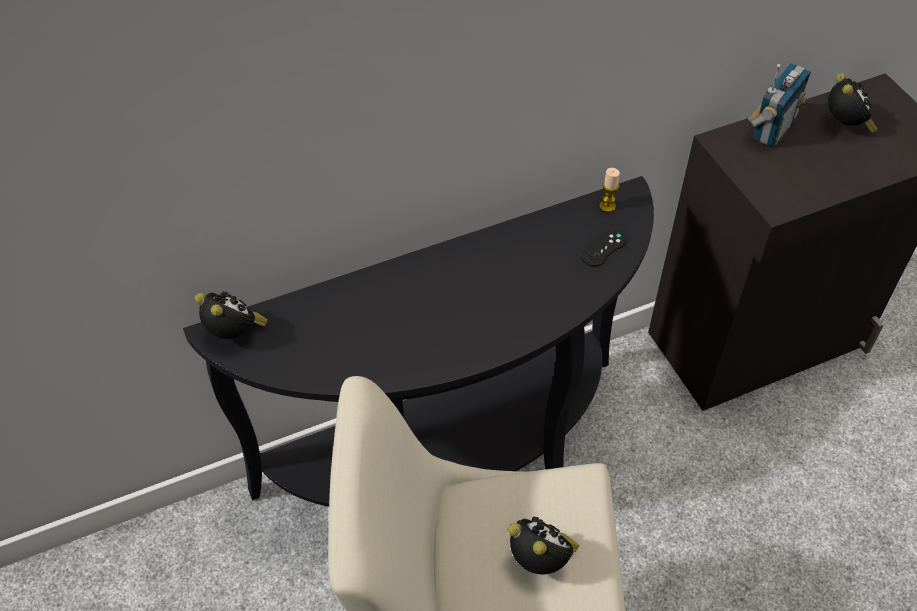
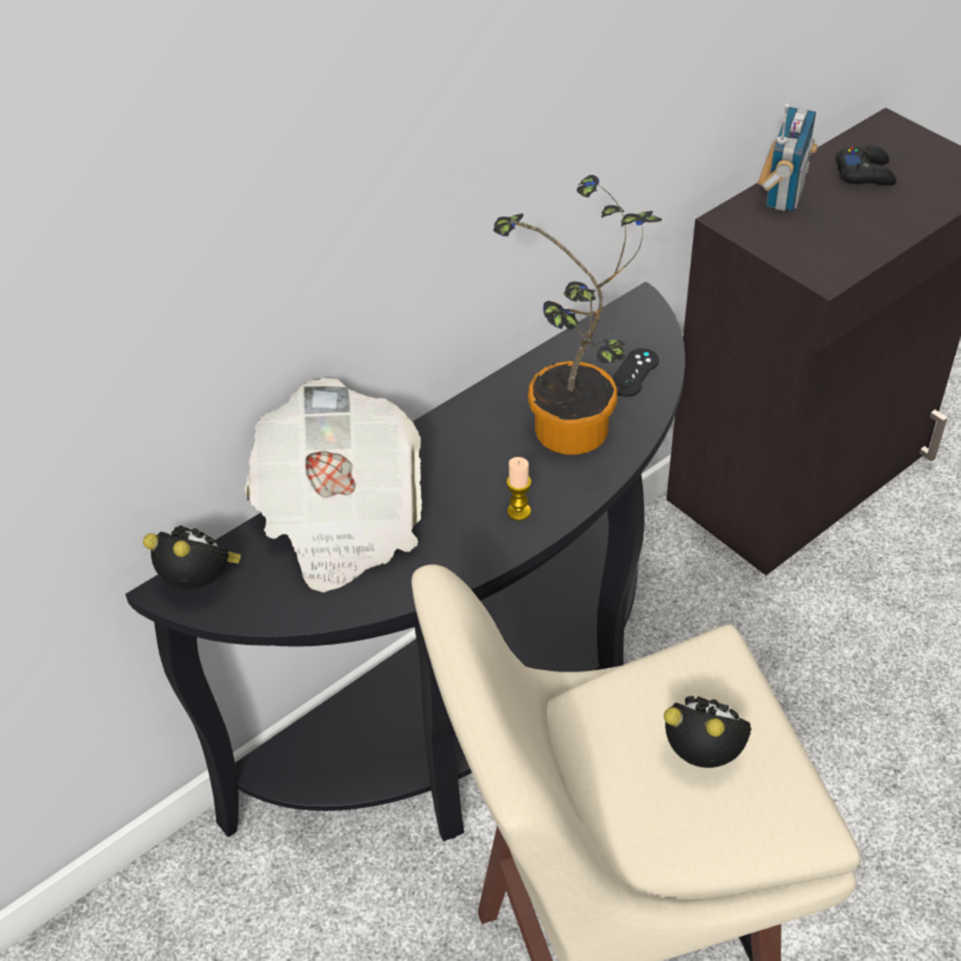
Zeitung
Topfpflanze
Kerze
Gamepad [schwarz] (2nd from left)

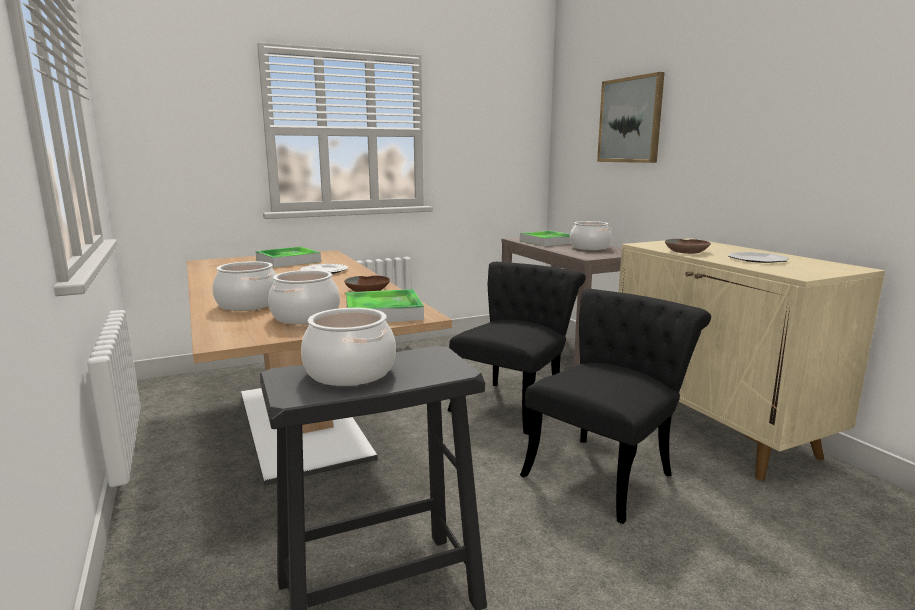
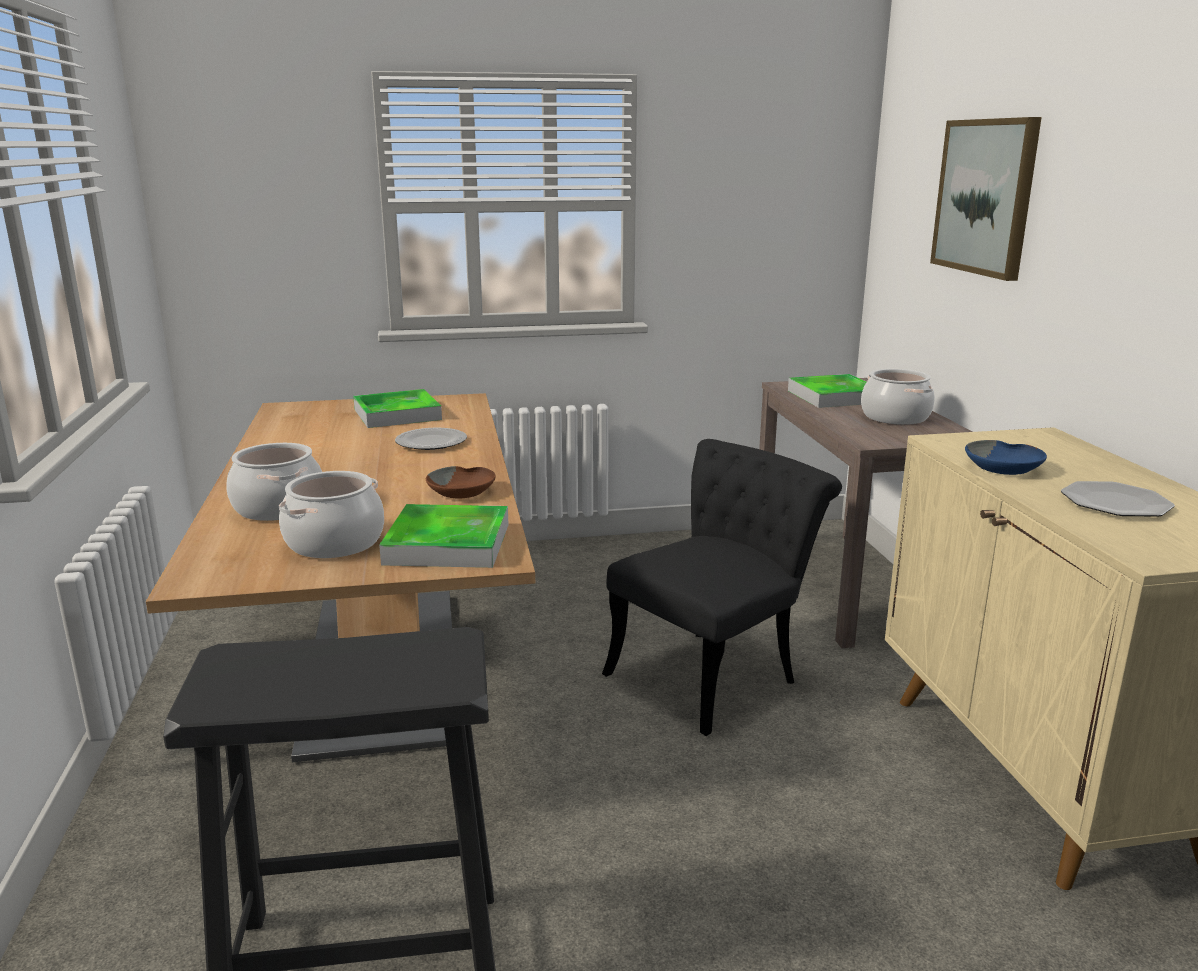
Kochtopf (3rd from left in the first image)
Stuhl [schwarz] (2nd from left in the first image)
Schüssel [blau]

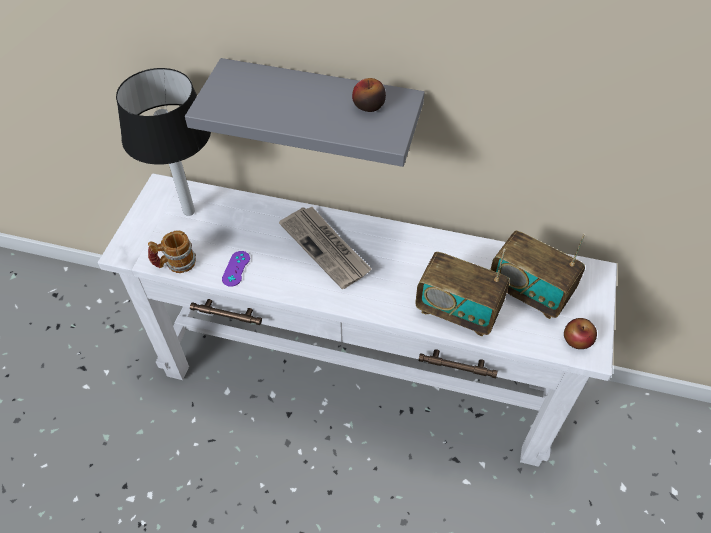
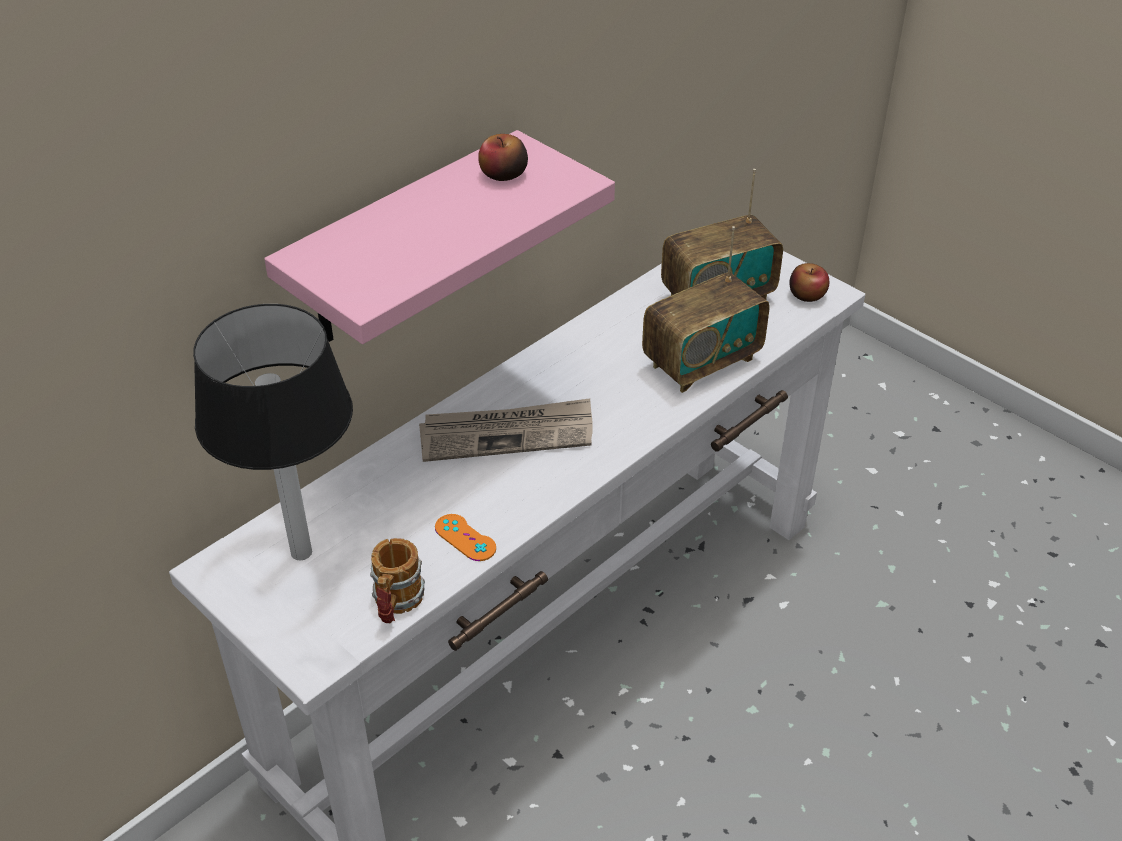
Wandregal [rosa]
Gamepad [orange]

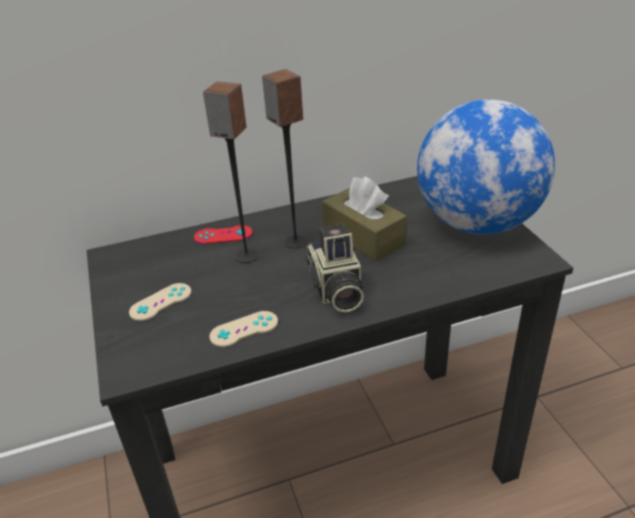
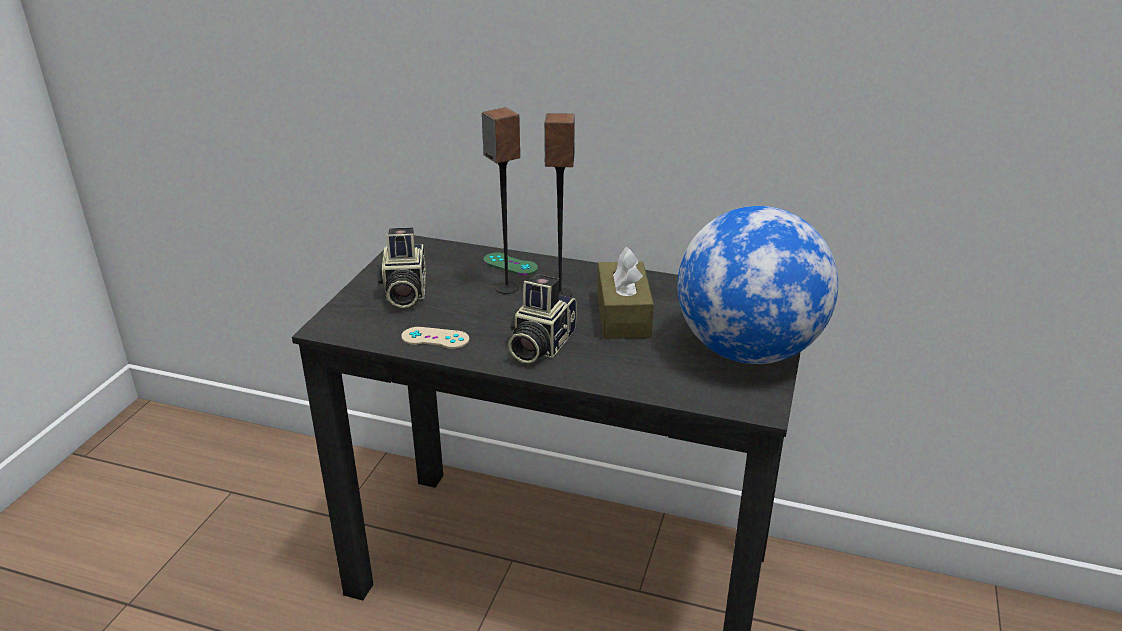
Kamera (1st from left)
Gamepad [grün]

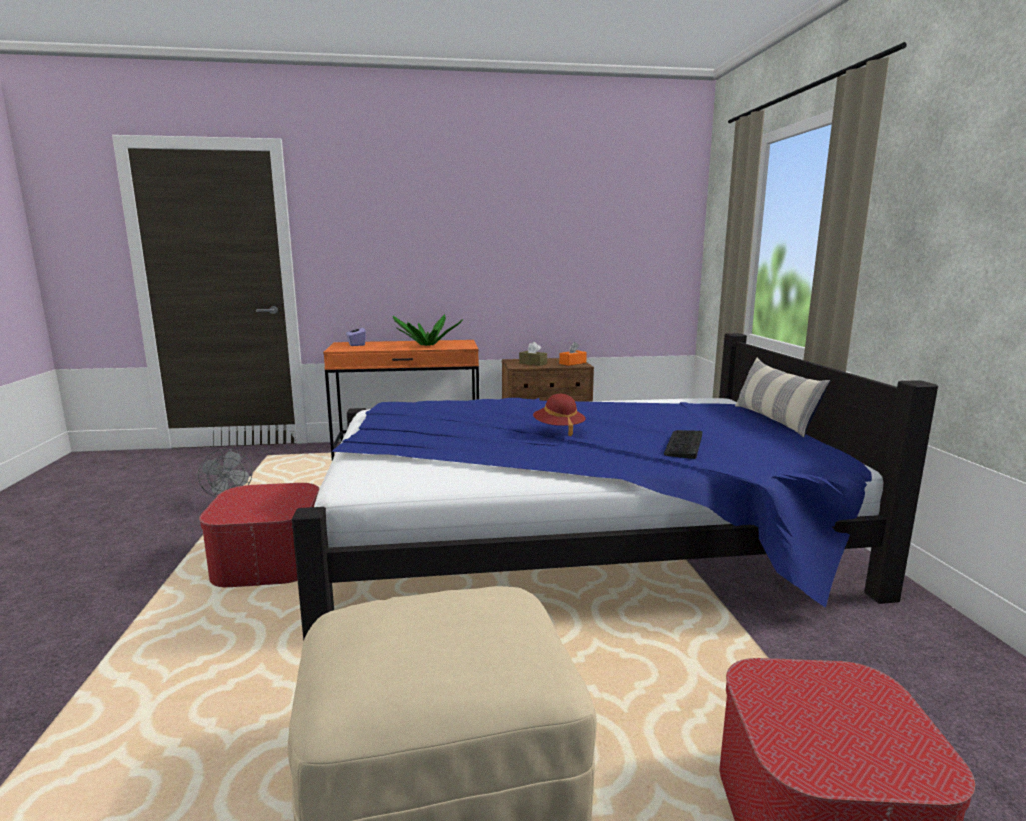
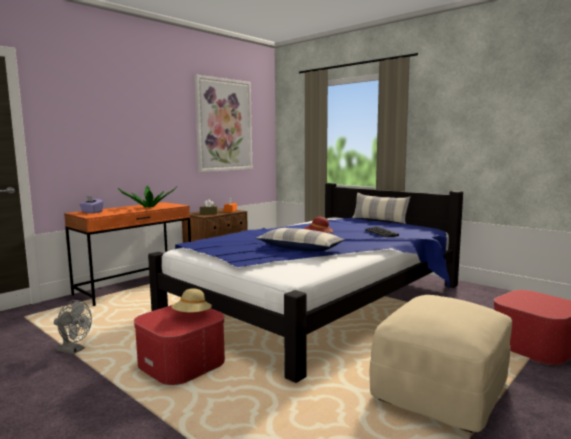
Hut [beige]
Bild
Kissen (1st from left)

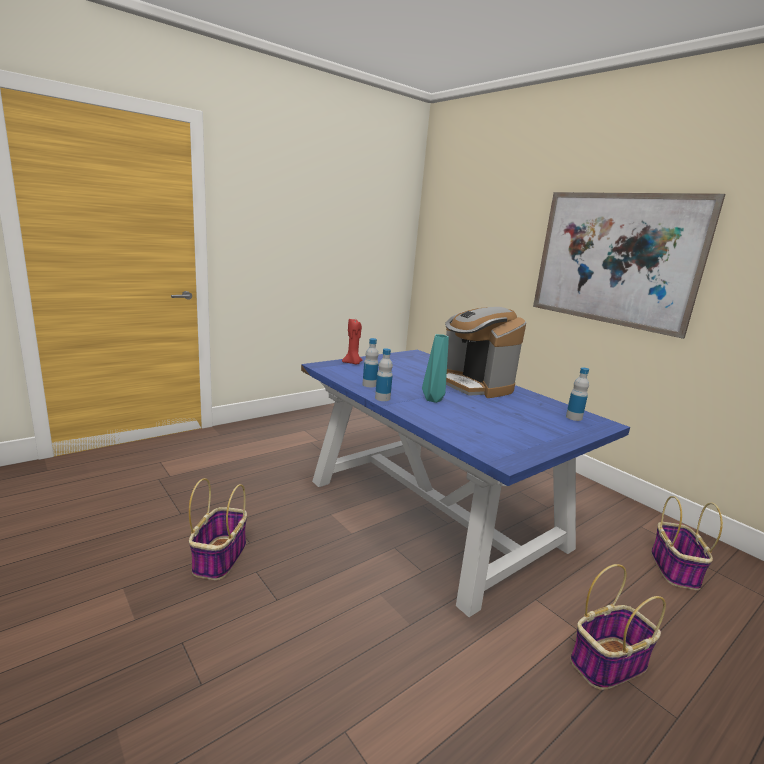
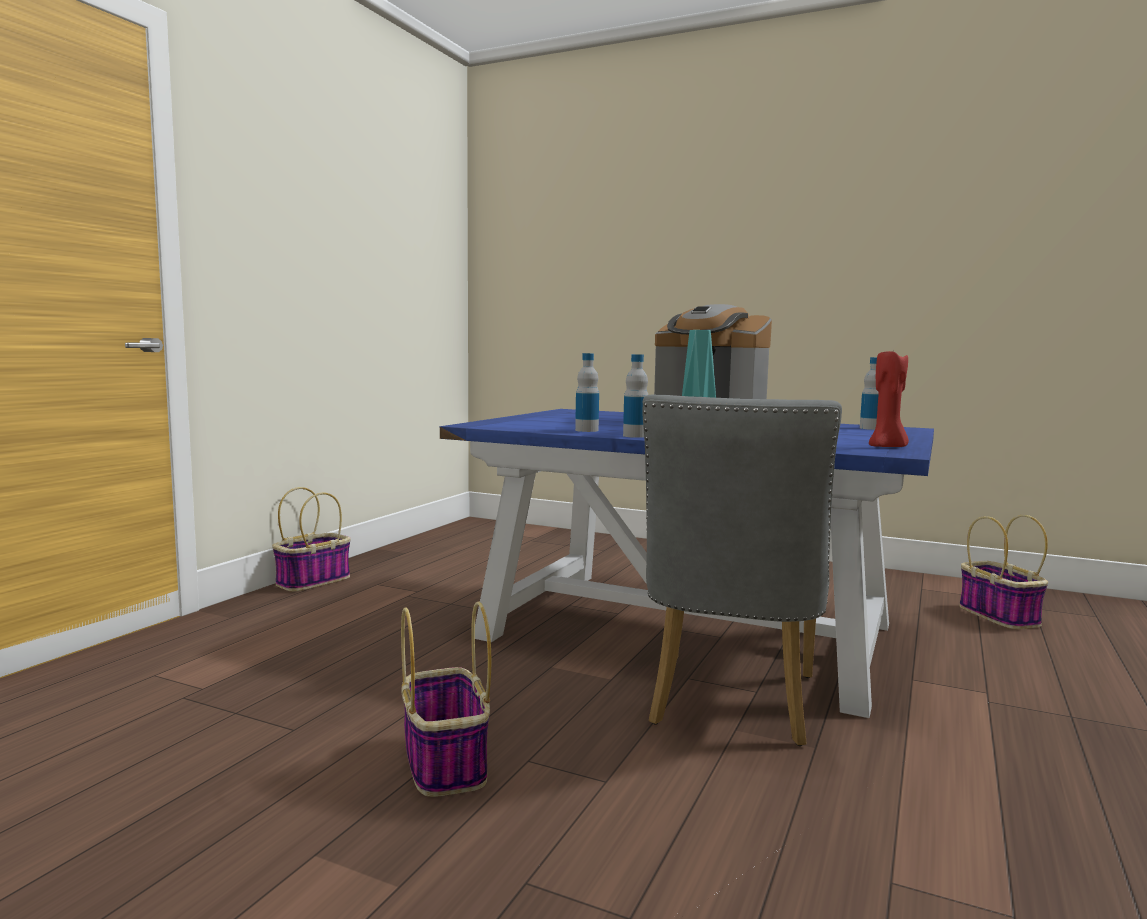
Bild
Stuhl [grau]
Kerze [rot]
Korb (1st from left)

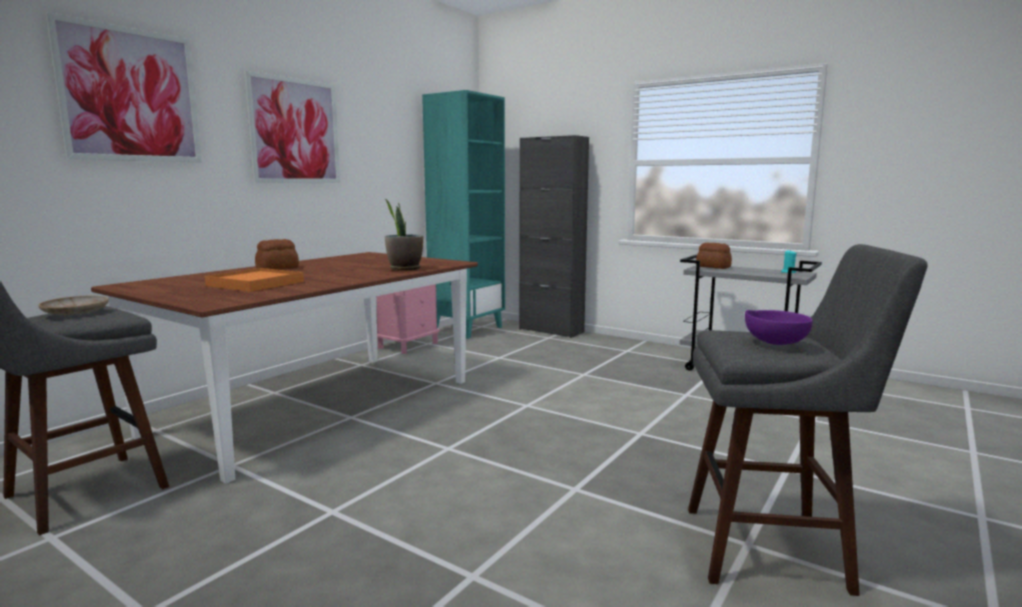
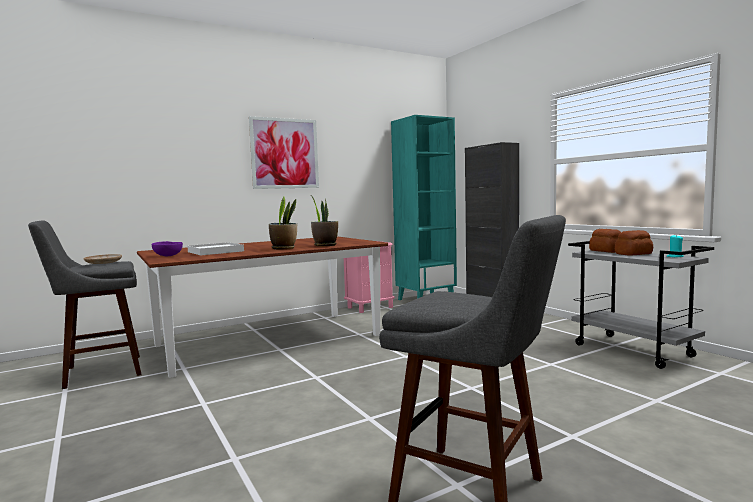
Bild (1st from left in the first image)
Topfpflanze (1st from left)
Brot (2nd from left)
Schüssel [lila]
Tablett [weiß]

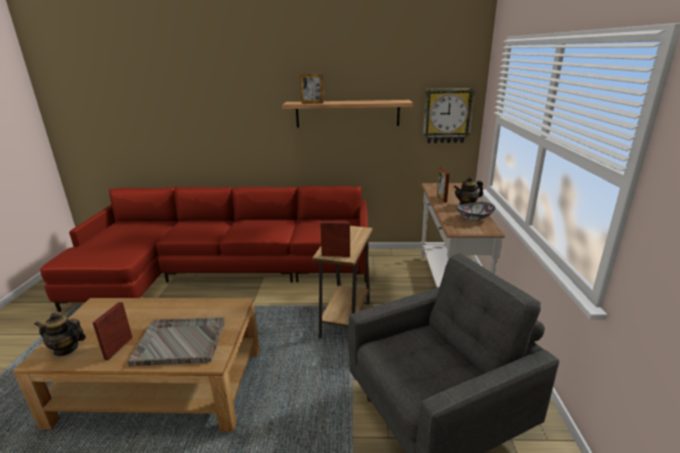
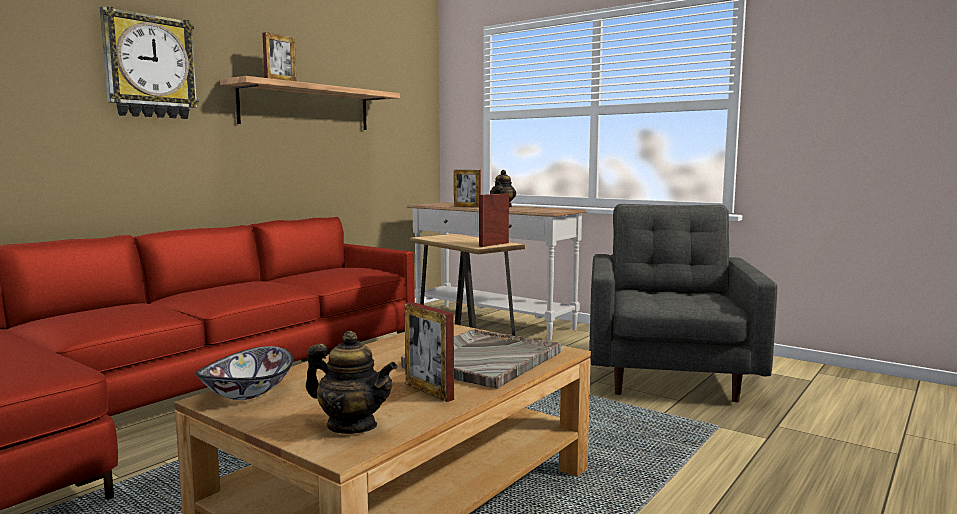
Wanduhr
Schüssel
Teekanne (1st from left)

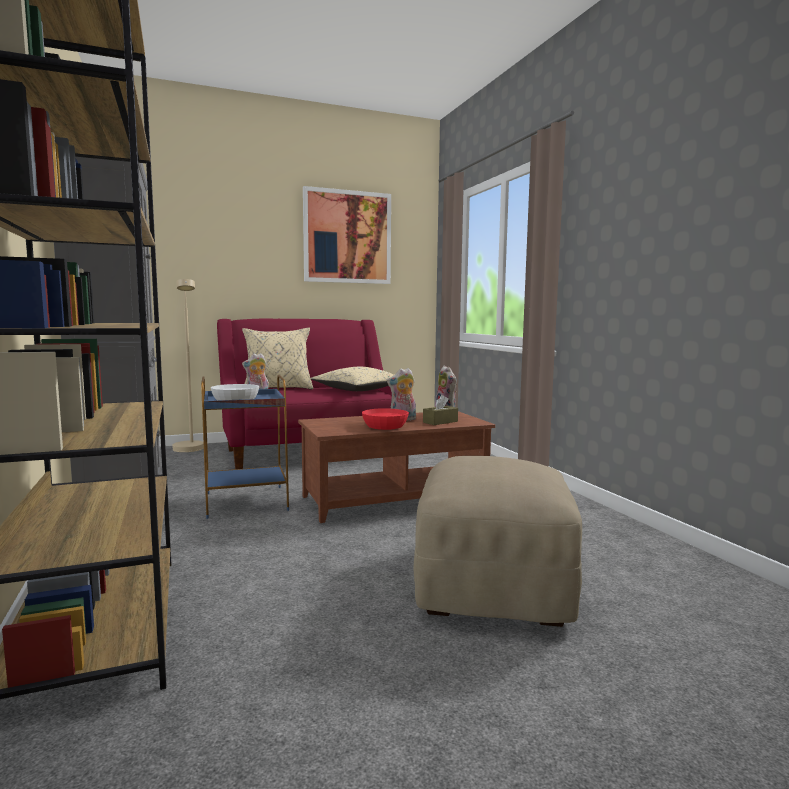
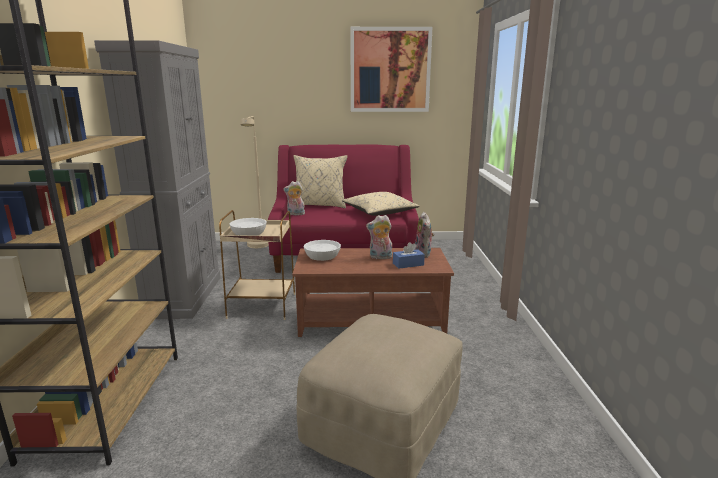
Schüssel [rot]
Schüssel [weiß] (2nd from left)
Beistelltisch [beige]
Taschentuchbox [blau]

